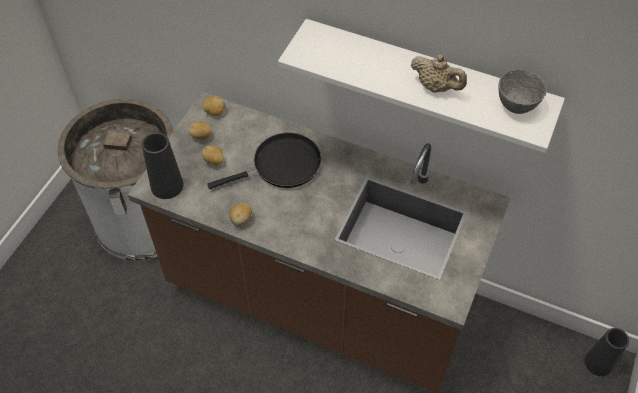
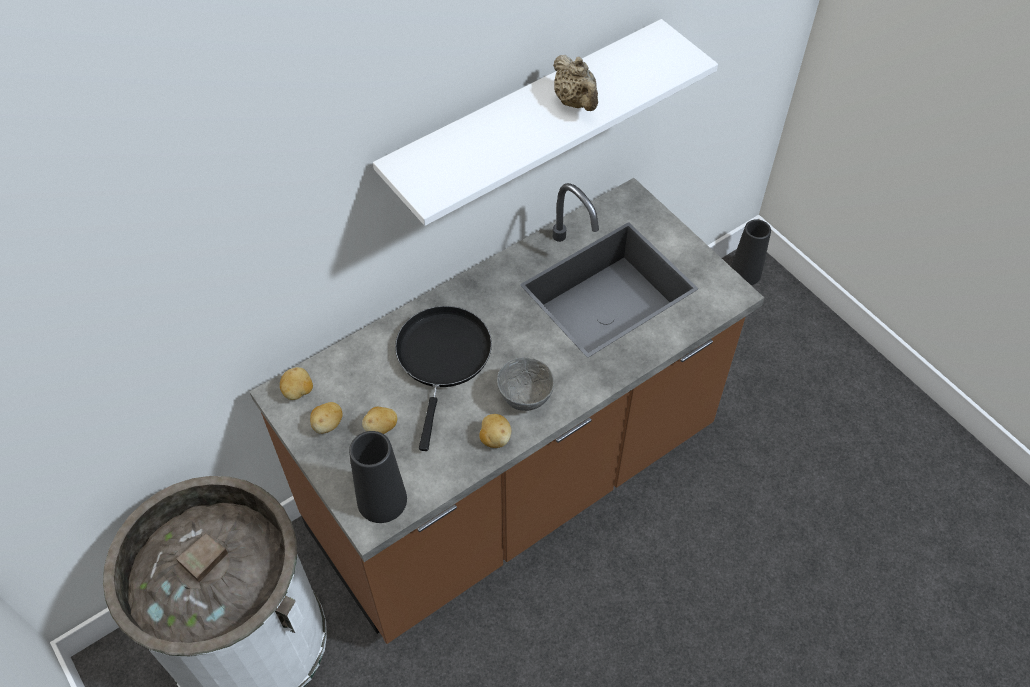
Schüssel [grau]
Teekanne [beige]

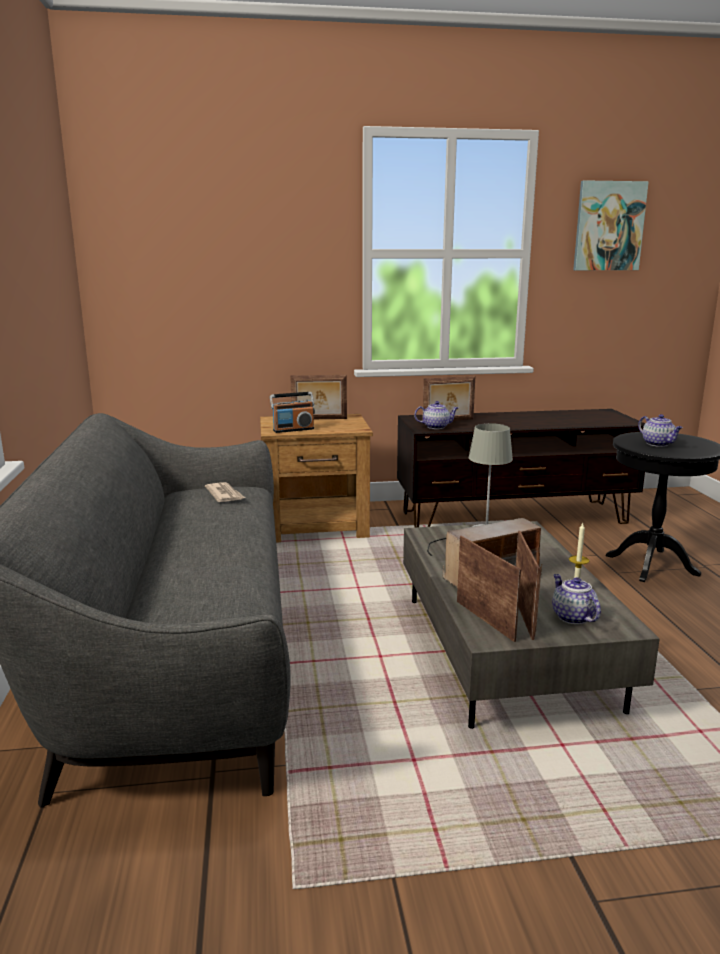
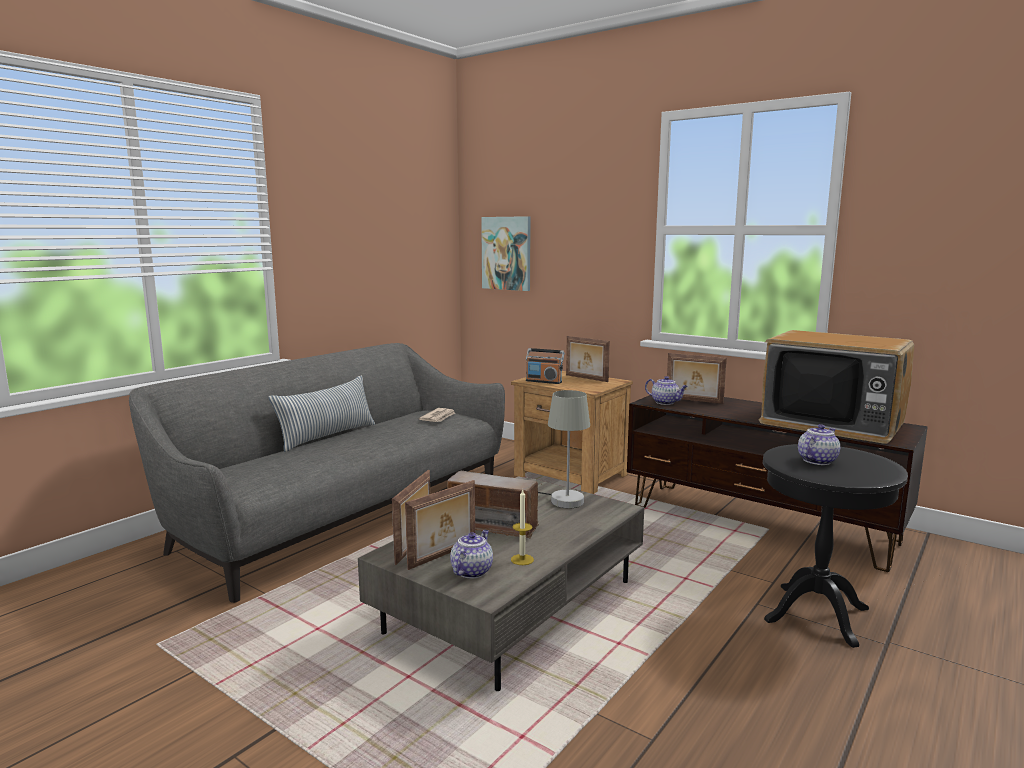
Kissen
Fernseher
Bild
Teekanne (3rd from left)

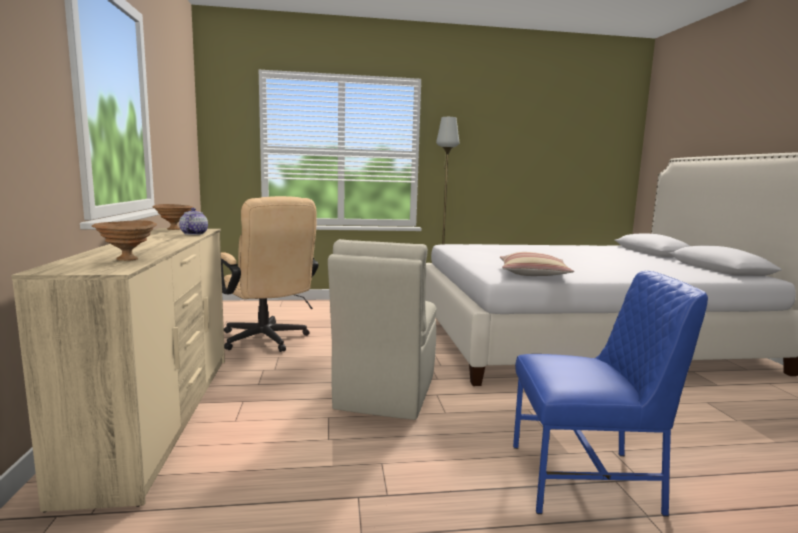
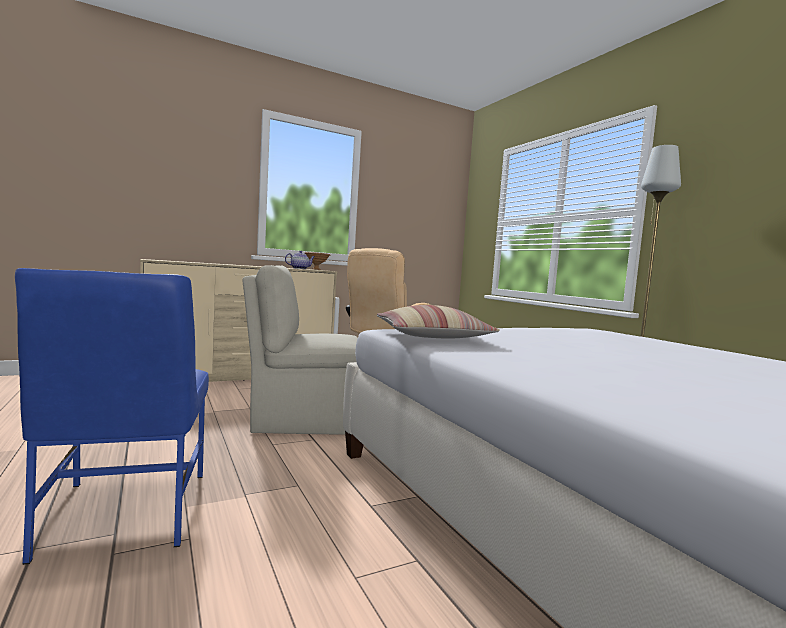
Schüssel [braun] (1st from left in the first image)

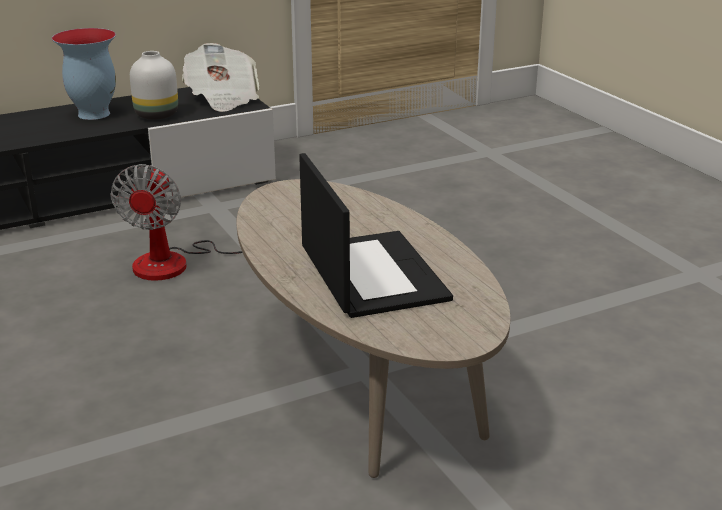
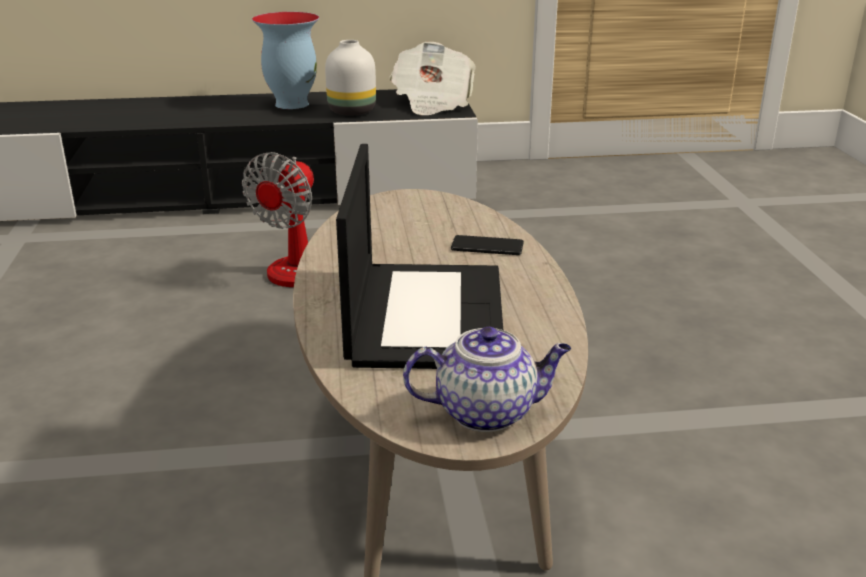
Teekanne
Handy

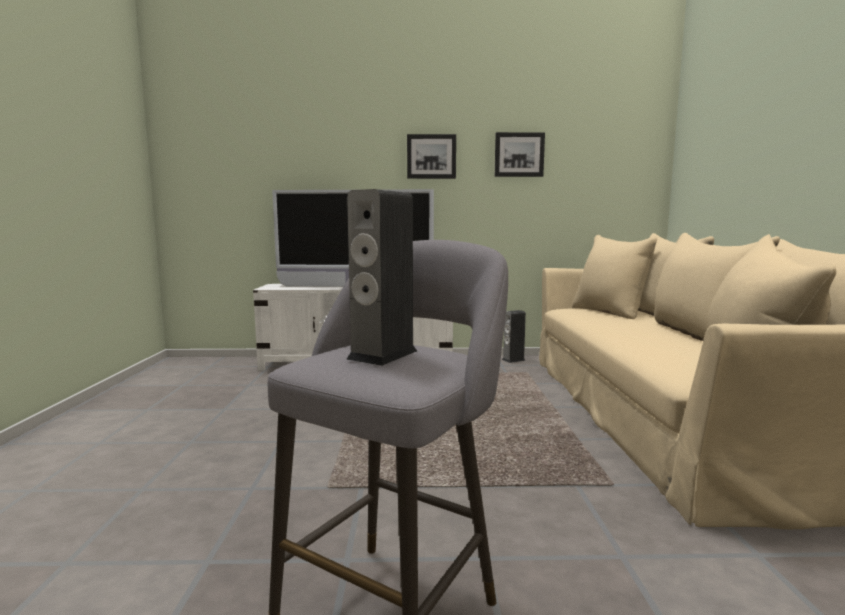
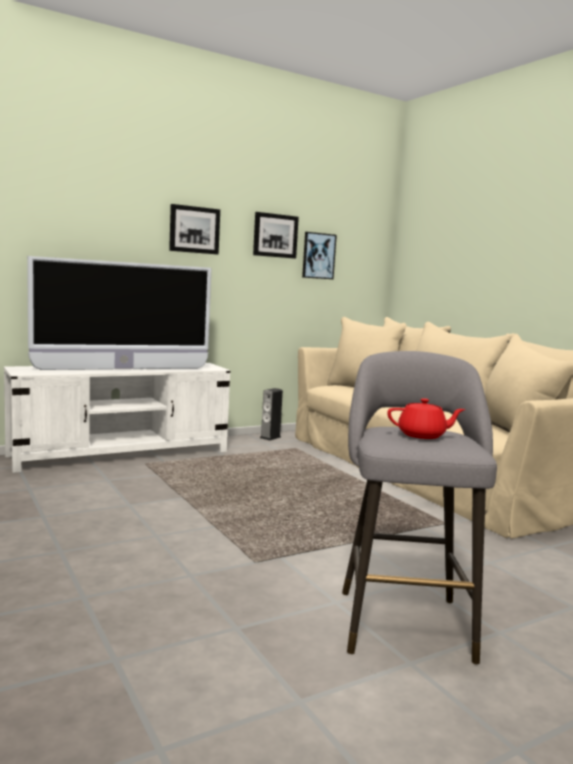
Bild (3rd from left)
Teekanne [rot]

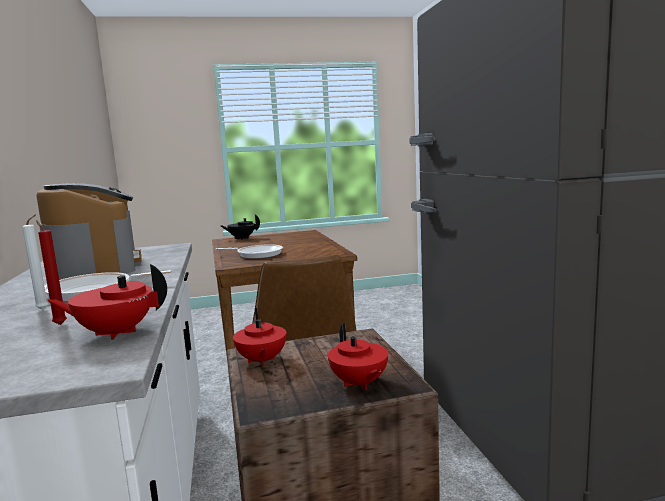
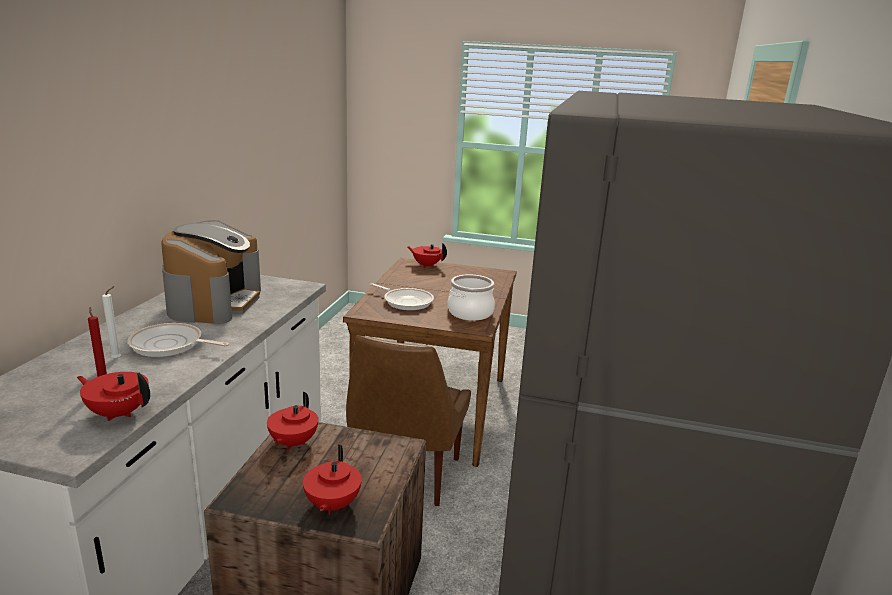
Kochtopf
Teekanne [rot] (4th from left)

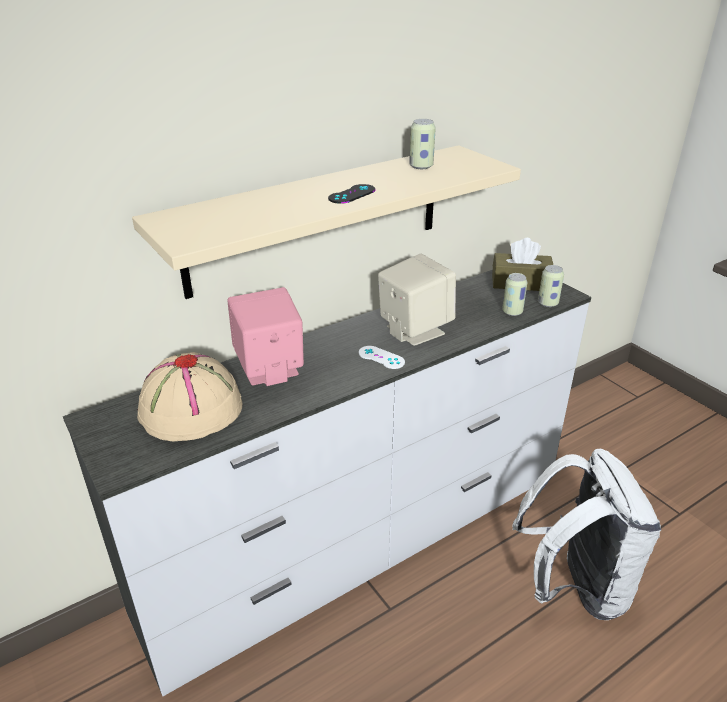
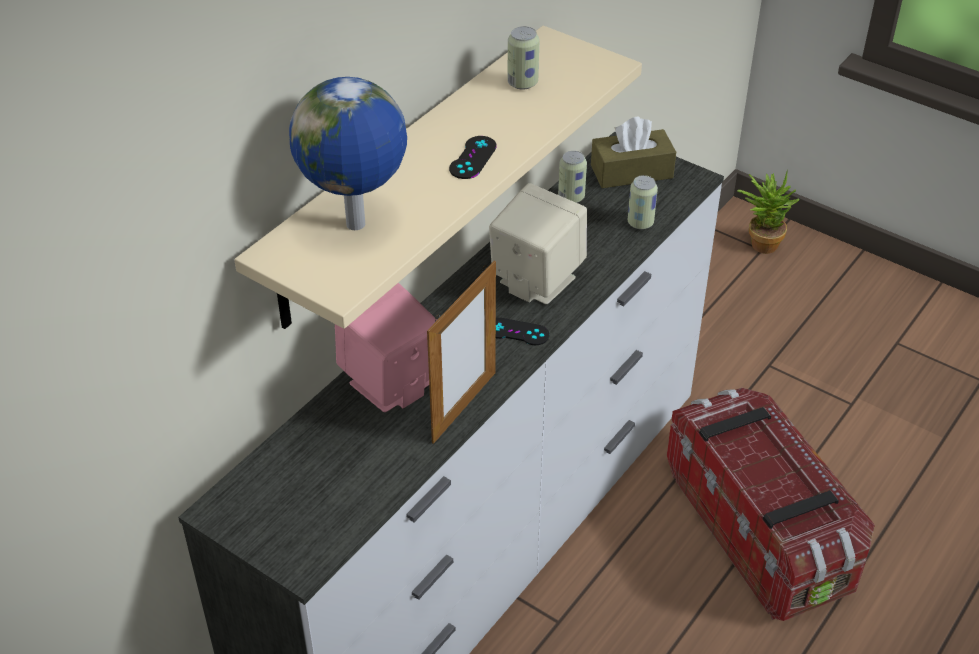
Hut [beige]
Globus
Bilderrahmen
Topfpflanze
Dose (2nd from left)
Aufbewahrungsbox
Gamepad [schwarz] (2nd from left)

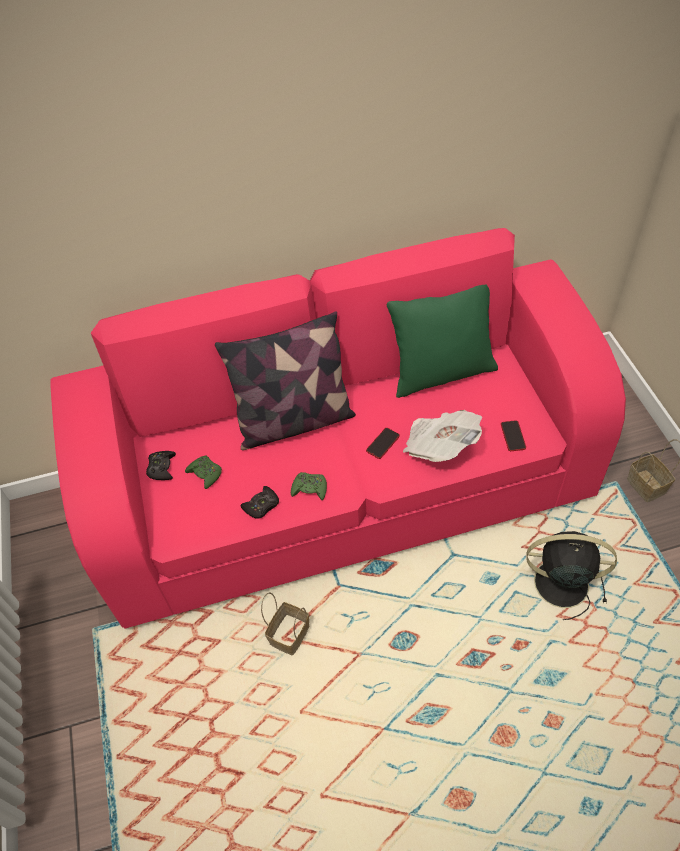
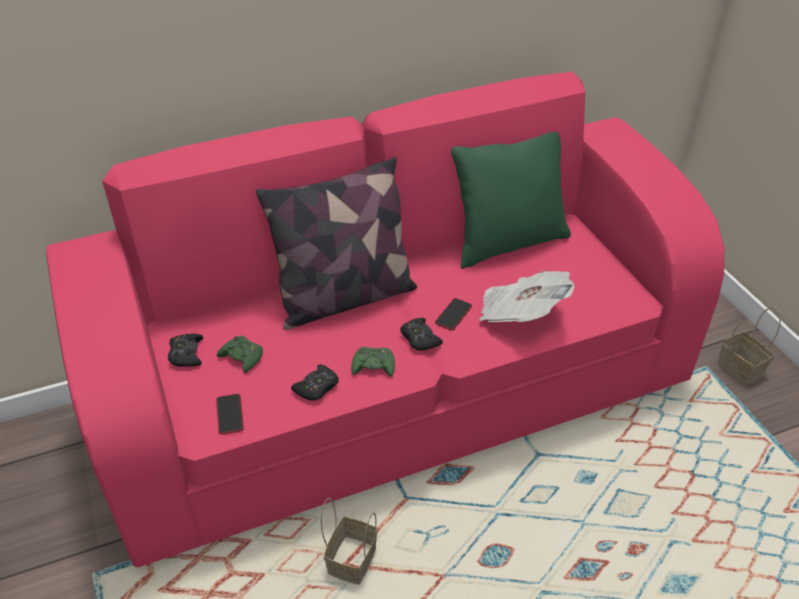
Ventilator [schwarz]
Gamepad [schwarz] (3rd from left)
Handy (1st from left)

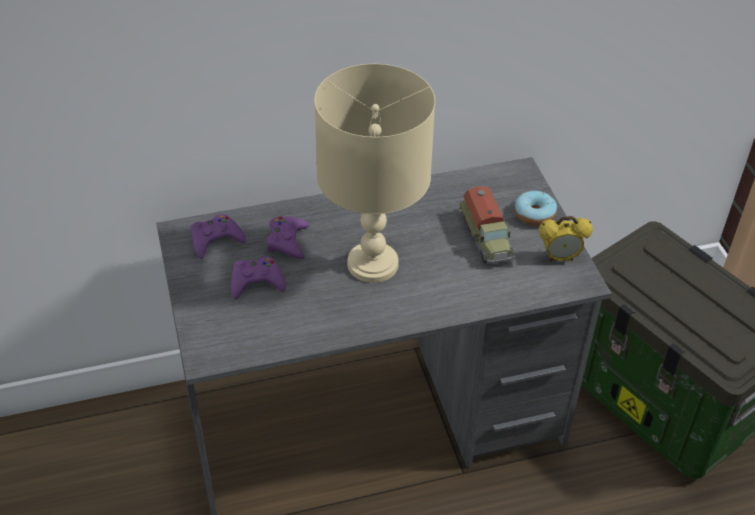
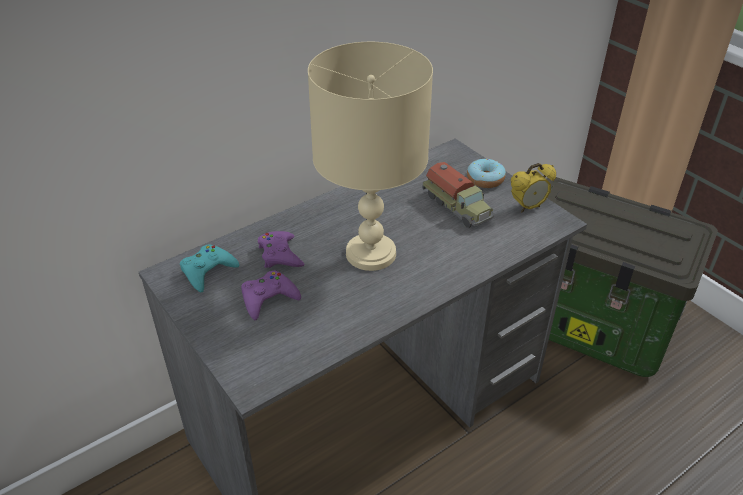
Gamepad [türkis]

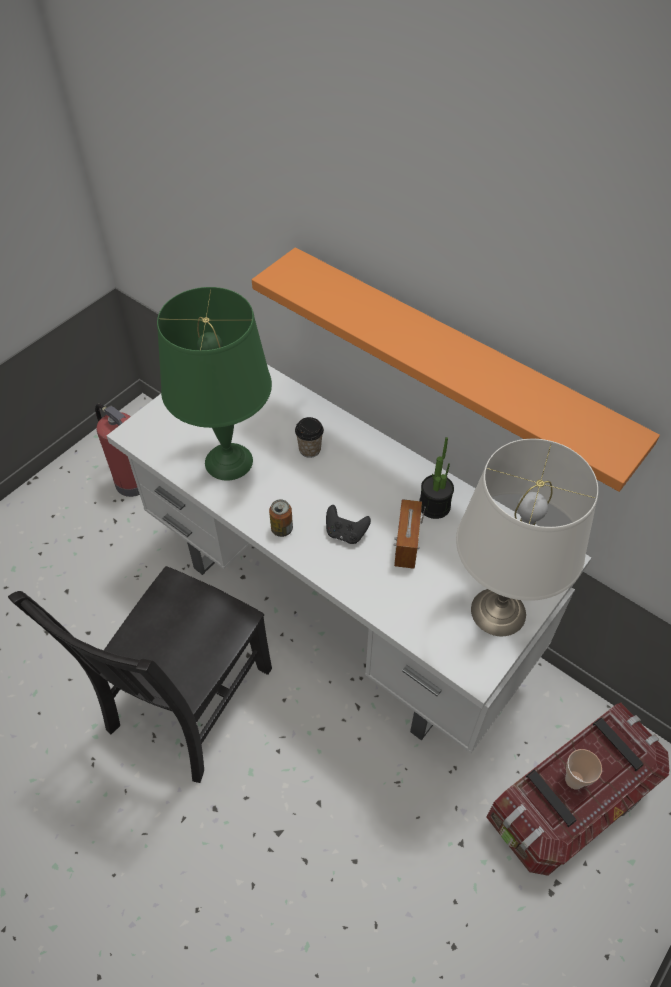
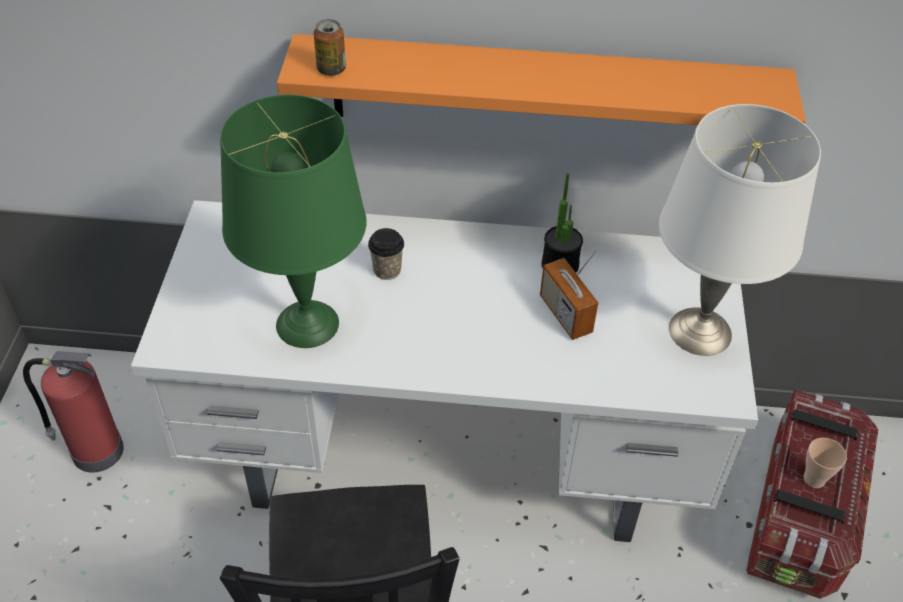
Gamepad [schwarz]
Dose

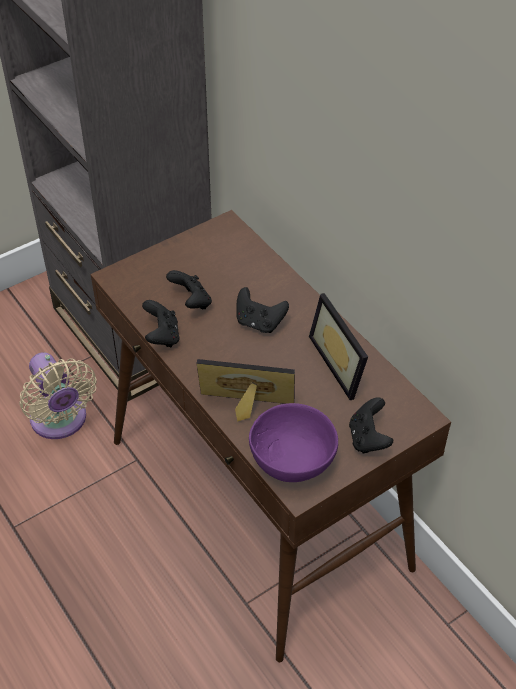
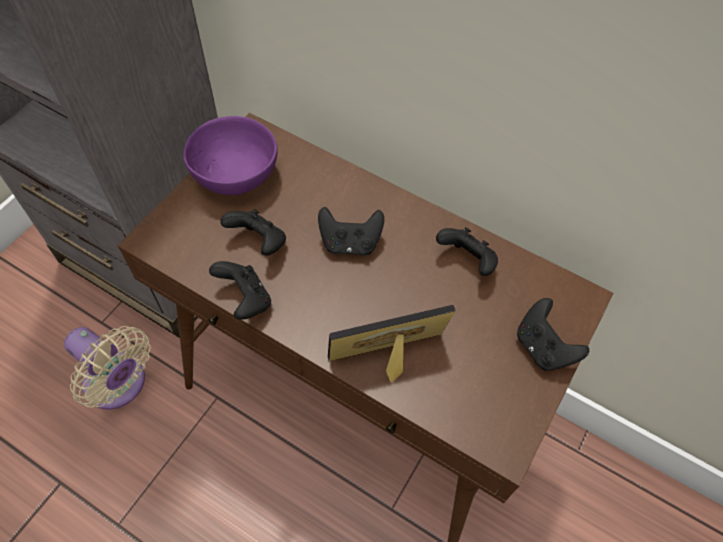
Schüssel [lila]
Gamepad [schwarz] (4th from left)

